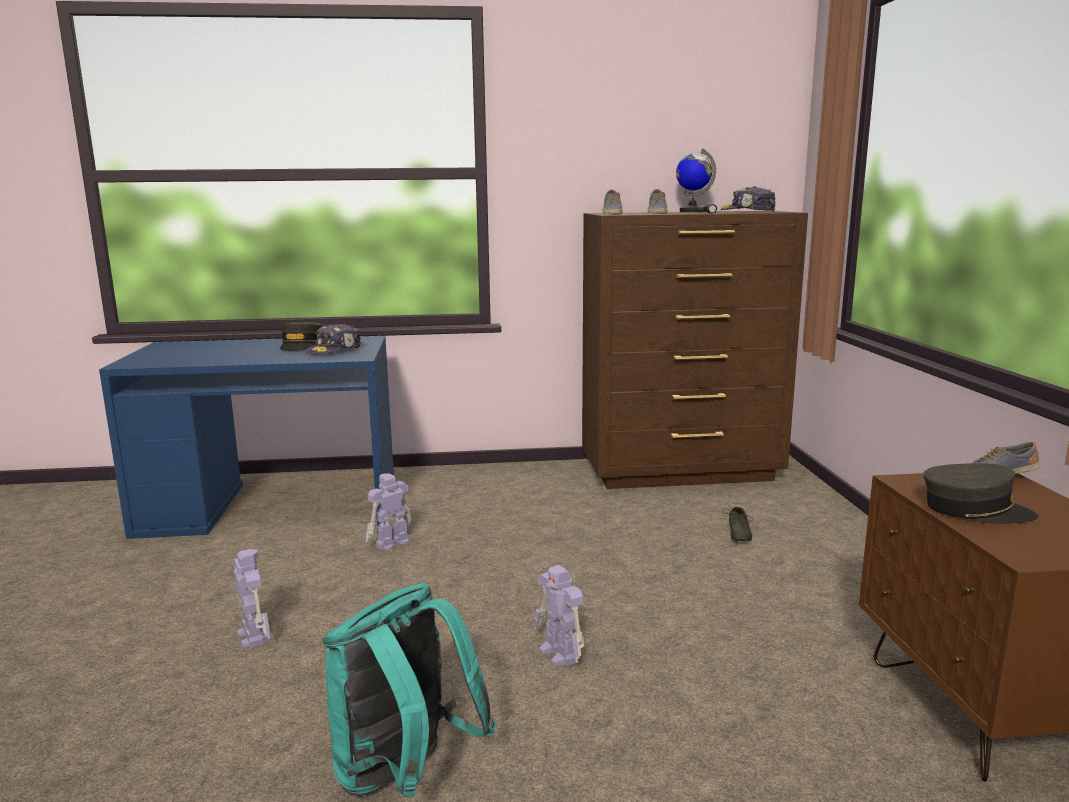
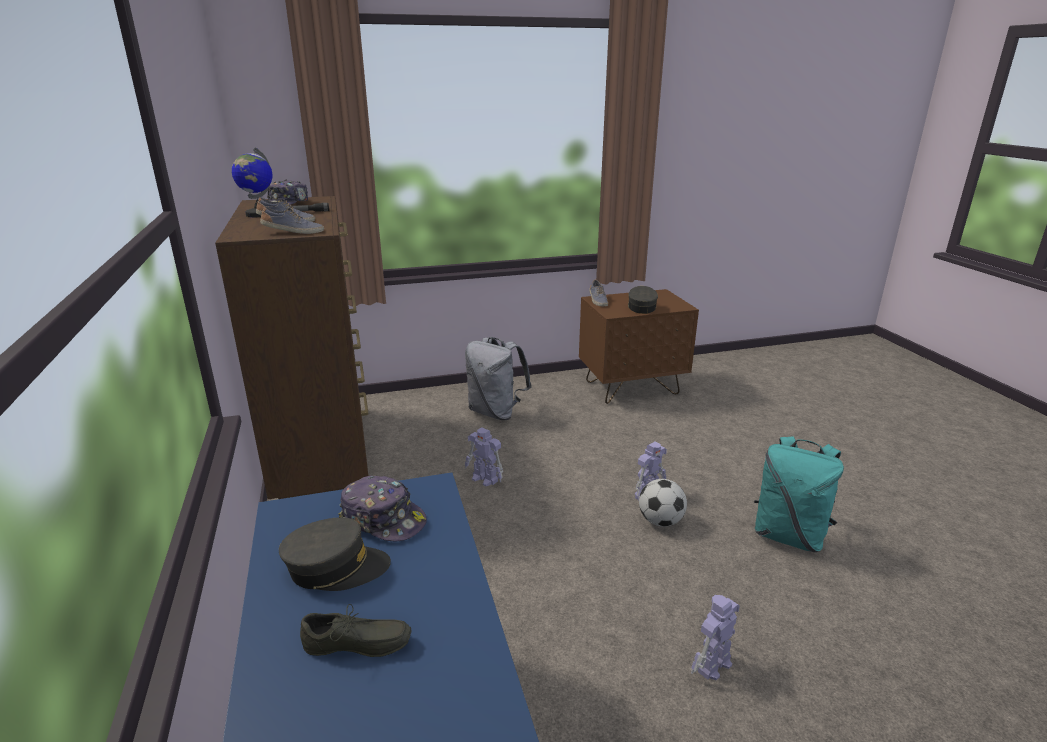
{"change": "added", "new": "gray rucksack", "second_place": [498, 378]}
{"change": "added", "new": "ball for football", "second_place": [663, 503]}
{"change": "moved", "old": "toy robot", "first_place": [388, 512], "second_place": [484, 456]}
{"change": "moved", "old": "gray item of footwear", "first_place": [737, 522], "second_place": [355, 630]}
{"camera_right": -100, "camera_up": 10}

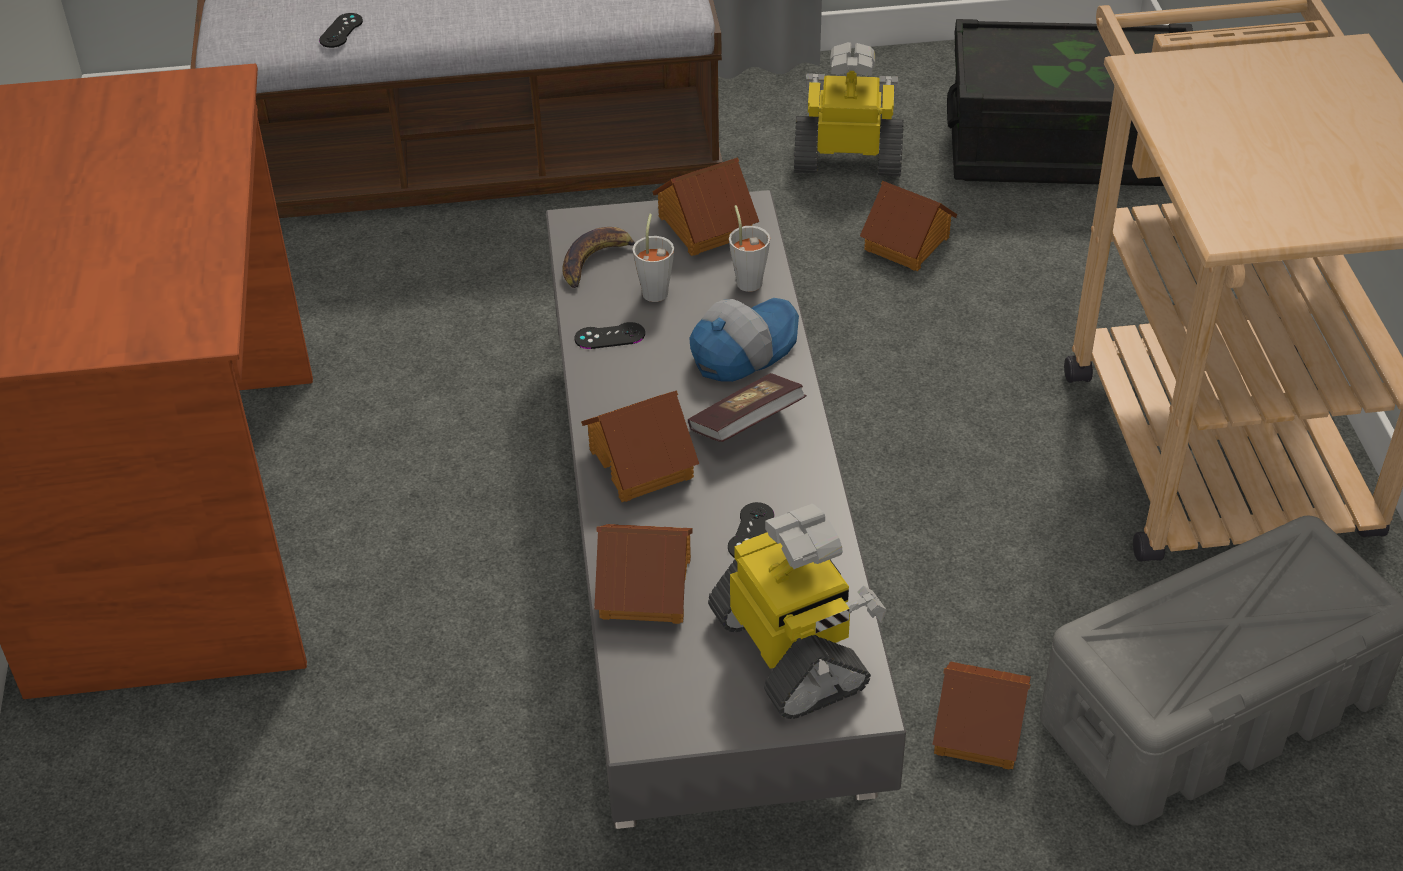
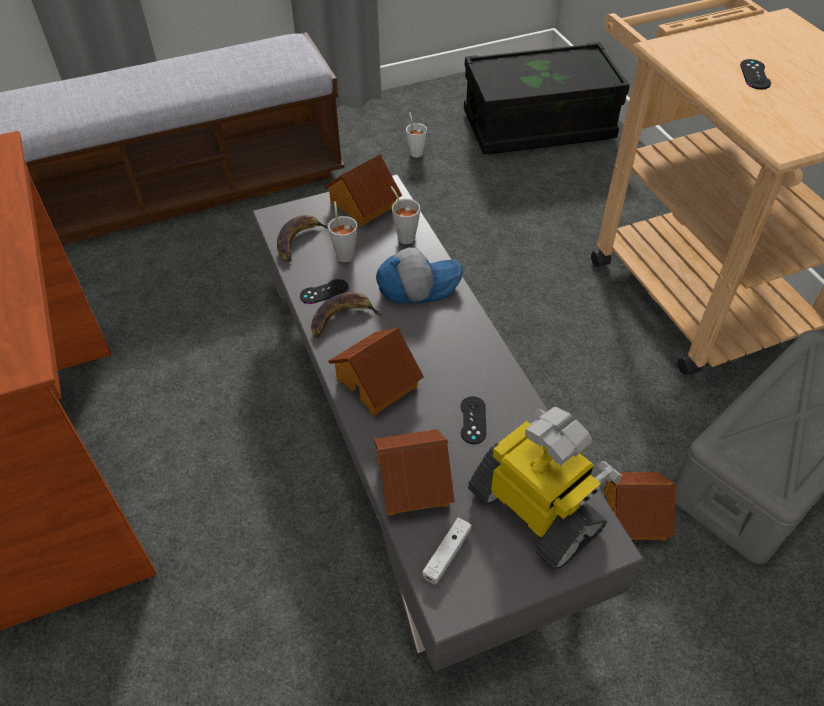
{"change": "removed", "old": "volume", "first_place": [747, 407]}
{"change": "removed", "old": "model house", "first_place": [908, 226]}
{"change": "added", "new": "banana fruit", "second_place": [346, 315]}
{"change": "added", "new": "white game controller", "second_place": [447, 551]}
{"change": "moved", "old": "black-coloured game controller", "first_place": [341, 30], "second_place": [755, 74]}
{"change": "replaced", "old": "toy robot", "new": "white drinking cup", "first_place": [849, 109], "second_place": [416, 135]}
{"change": "turned", "old": "cap", "first_place": [744, 340], "second_place": [419, 275], "degrees": 45}
{"camera_right": -15, "camera_up": 5}

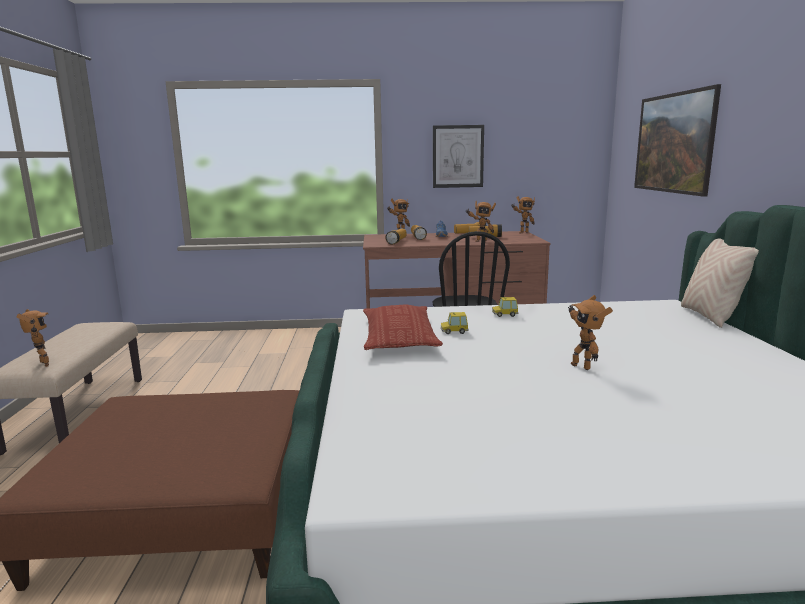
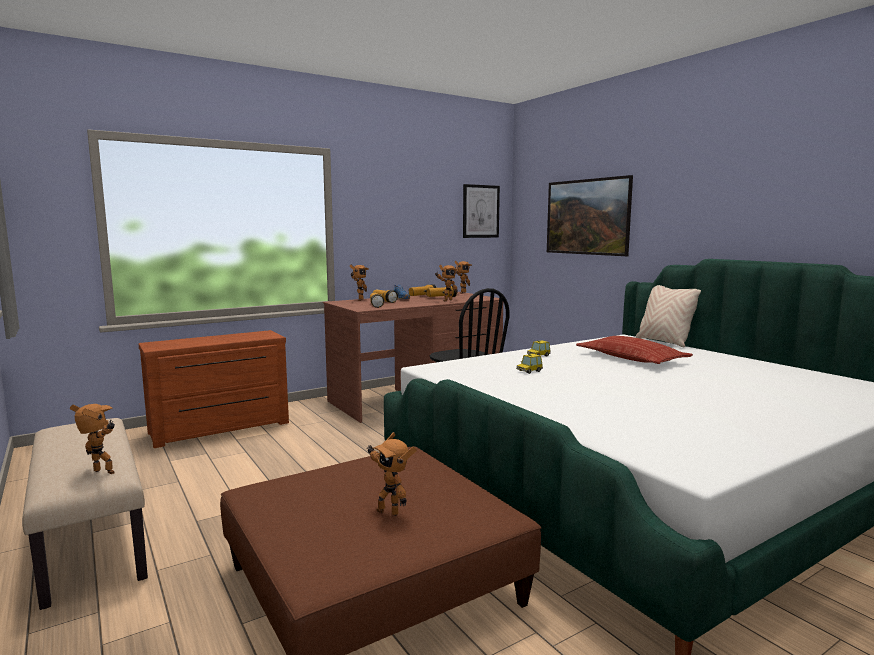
{"change": "added", "new": "brown drawer chest", "second_place": [214, 389]}
{"change": "moved", "old": "pillow", "first_place": [403, 327], "second_place": [634, 350]}
{"change": "moved", "old": "wall art", "first_place": [458, 156], "second_place": [481, 211]}
{"change": "moved", "old": "toy robot", "first_place": [590, 332], "second_place": [392, 474]}
{"camera_right": -30, "camera_up": -5}

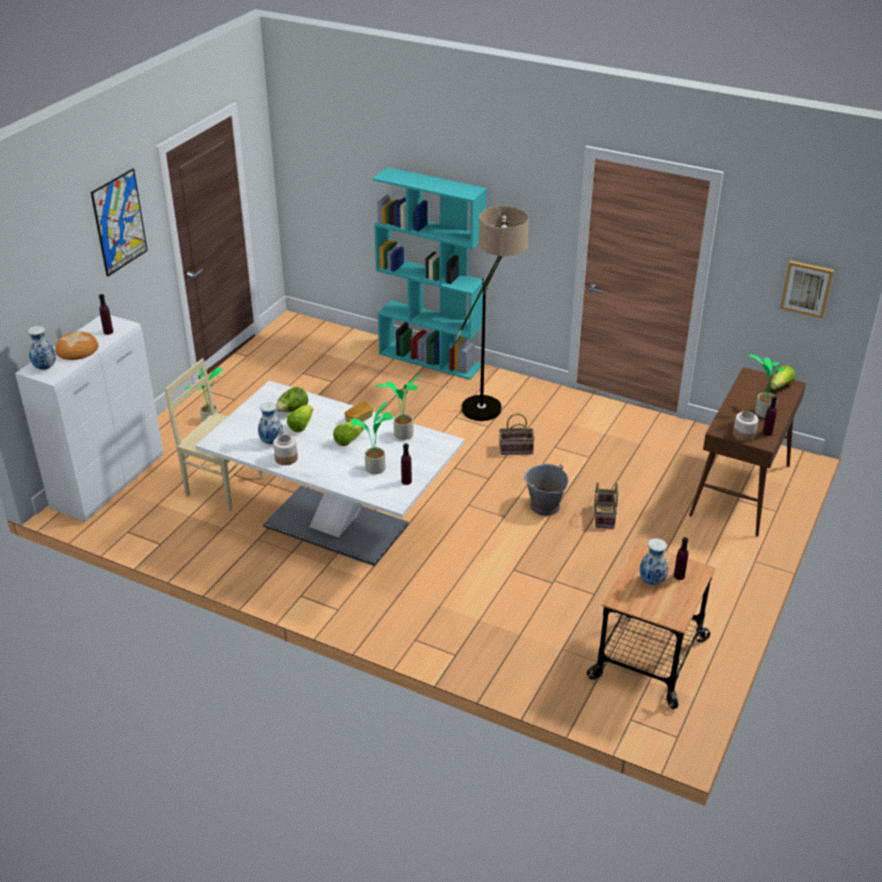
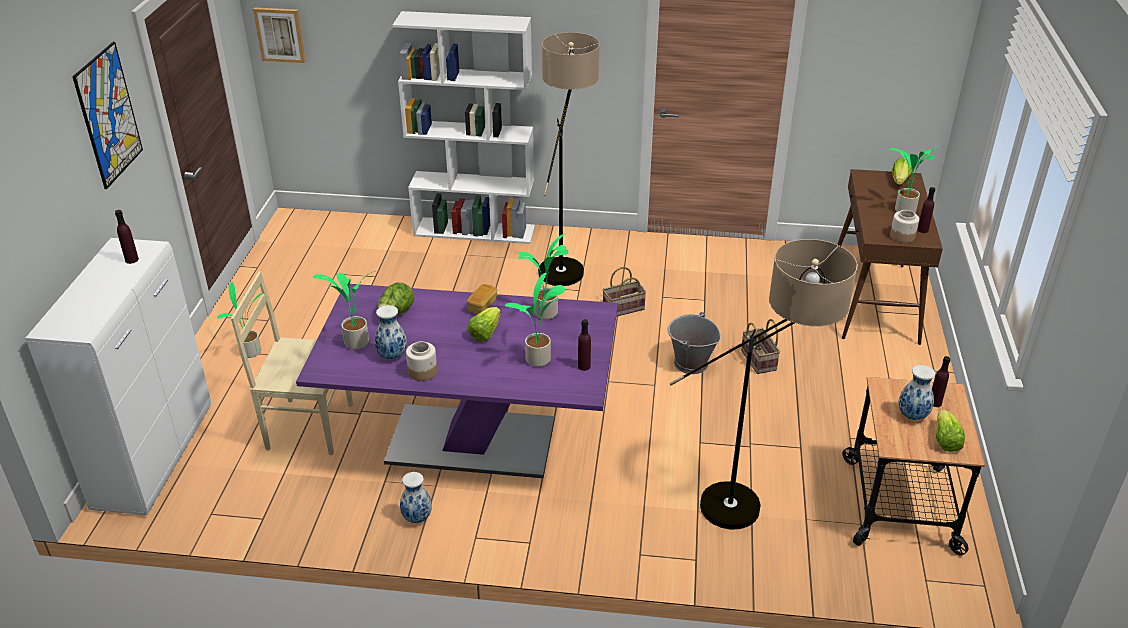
{"change": "removed", "old": "baked bread", "first_place": [76, 345]}
{"change": "added", "new": "potted plant", "second_place": [345, 309]}
{"change": "added", "new": "floor lamp", "second_place": [763, 384]}
{"change": "moved", "old": "vase", "first_place": [42, 348], "second_place": [416, 497]}
{"change": "moved", "old": "head of lettuce", "first_place": [300, 418], "second_place": [950, 431]}
{"change": "moved", "old": "wall art", "first_place": [807, 289], "second_place": [279, 35]}
{"change": "recoloured", "old": "white kitchen table", "new": "purple-coloured kitchen table", "first_place": [330, 473], "second_place": [457, 381]}
{"change": "recoloured", "old": "blue-green bookcase", "new": "white bookcase", "first_place": [430, 273], "second_place": [464, 127]}
{"camera_right": -20, "camera_up": 0}

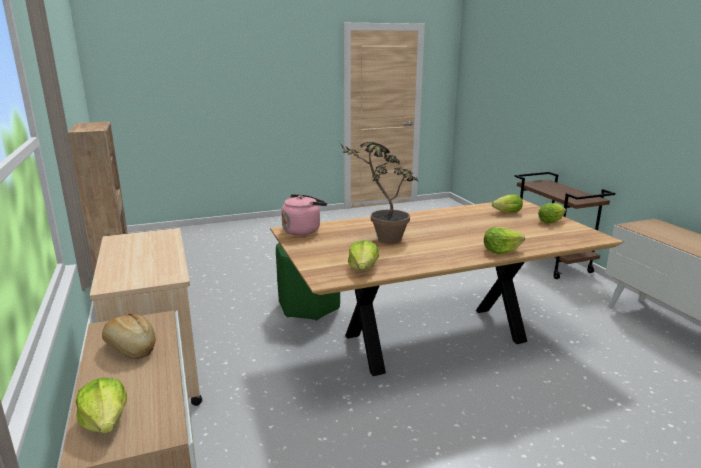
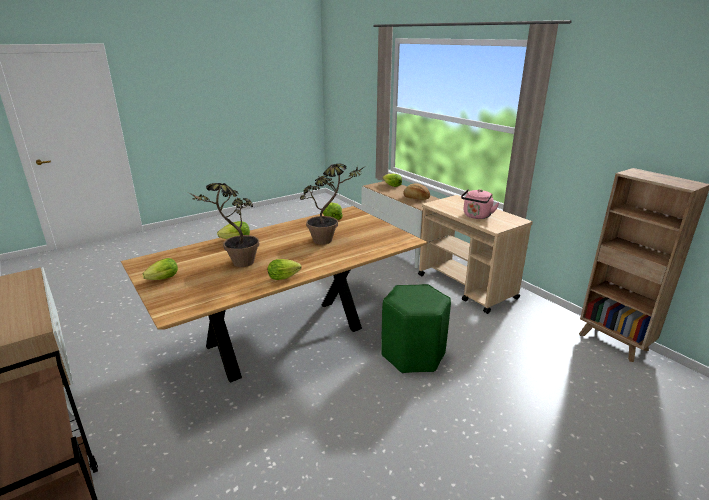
{"change": "added", "new": "potted plant", "second_place": [222, 225]}
{"change": "moved", "old": "pink tea kettle", "first_place": [304, 214], "second_place": [480, 204]}
{"change": "moved", "old": "head of lettuce", "first_place": [507, 203], "second_place": [284, 269]}
{"camera_right": 165, "camera_up": 5}

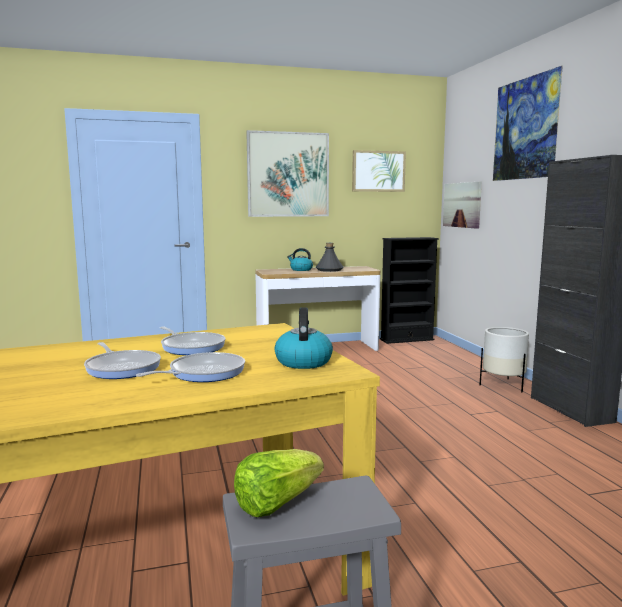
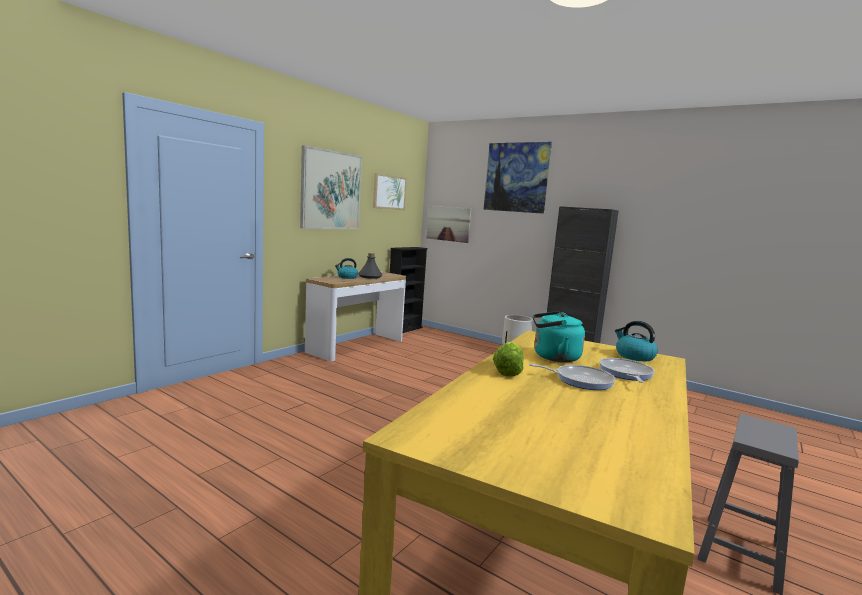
{"change": "moved", "old": "head of lettuce", "first_place": [279, 483], "second_place": [508, 359]}
{"change": "replaced", "old": "pan", "new": "blue-green tea kettle", "first_place": [193, 341], "second_place": [559, 336]}
{"camera_right": -40, "camera_up": 0}

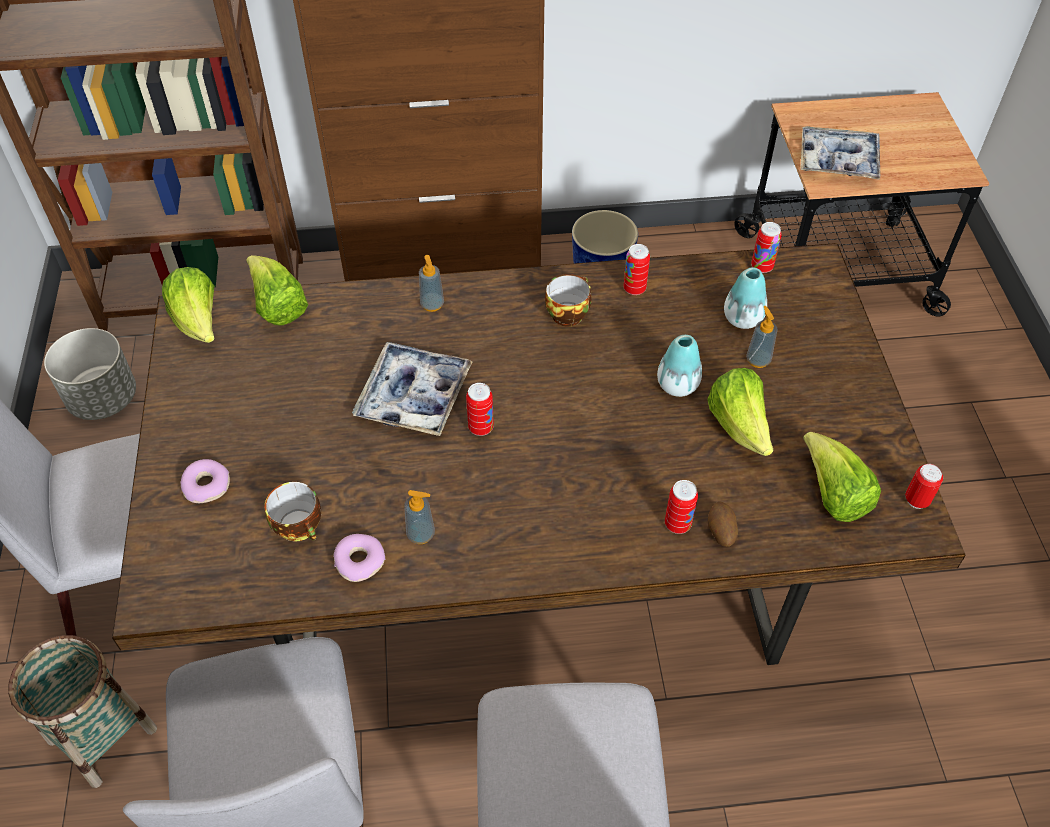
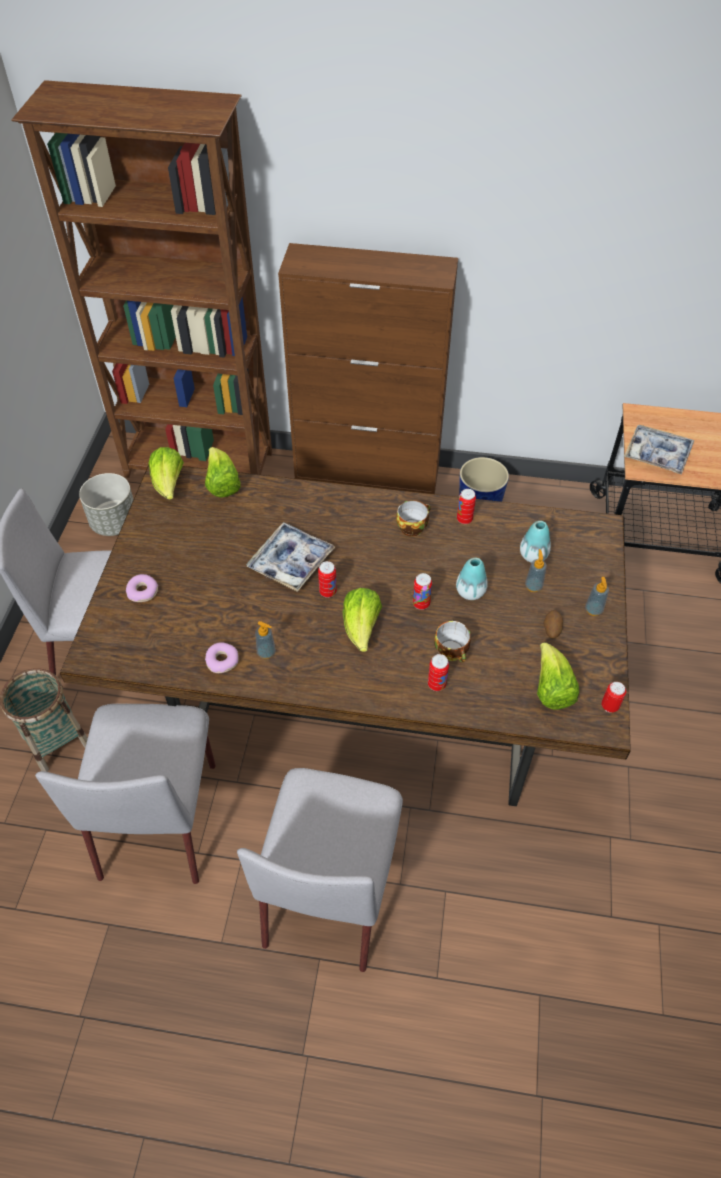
{"change": "moved", "old": "drinking cup", "first_place": [293, 512], "second_place": [452, 642]}
{"change": "moved", "old": "liquid soap bottle", "first_place": [431, 283], "second_place": [597, 596]}
{"change": "moved", "old": "head of lettuce", "first_place": [740, 412], "second_place": [362, 620]}
{"change": "moved", "old": "spud", "first_place": [723, 524], "second_place": [553, 624]}
{"change": "moved", "old": "metal can", "first_place": [766, 247], "second_place": [422, 591]}
{"camera_right": 15, "camera_up": 0}

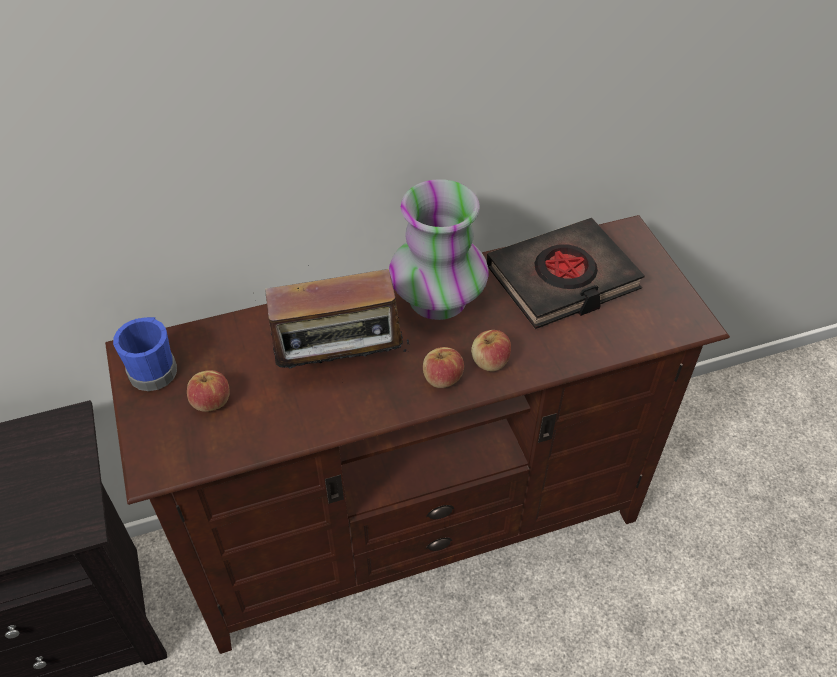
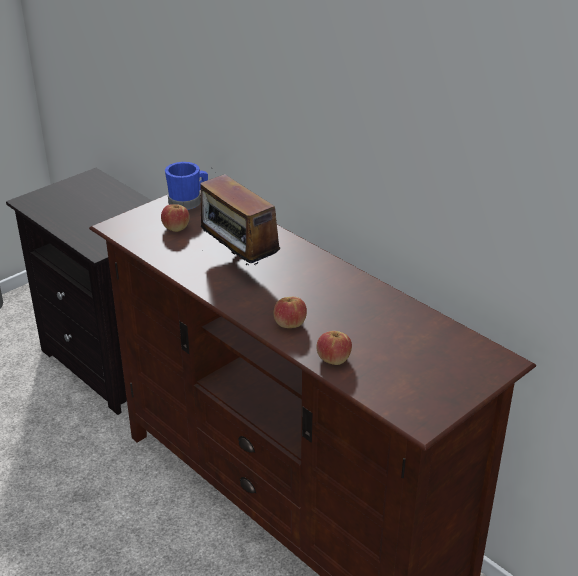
{"change": "removed", "old": "vase", "first_place": [439, 249]}
{"change": "removed", "old": "black-coloured volume", "first_place": [566, 273]}
{"change": "moved", "old": "apple", "first_place": [443, 367], "second_place": [334, 348]}
{"camera_right": 65, "camera_up": -15}

